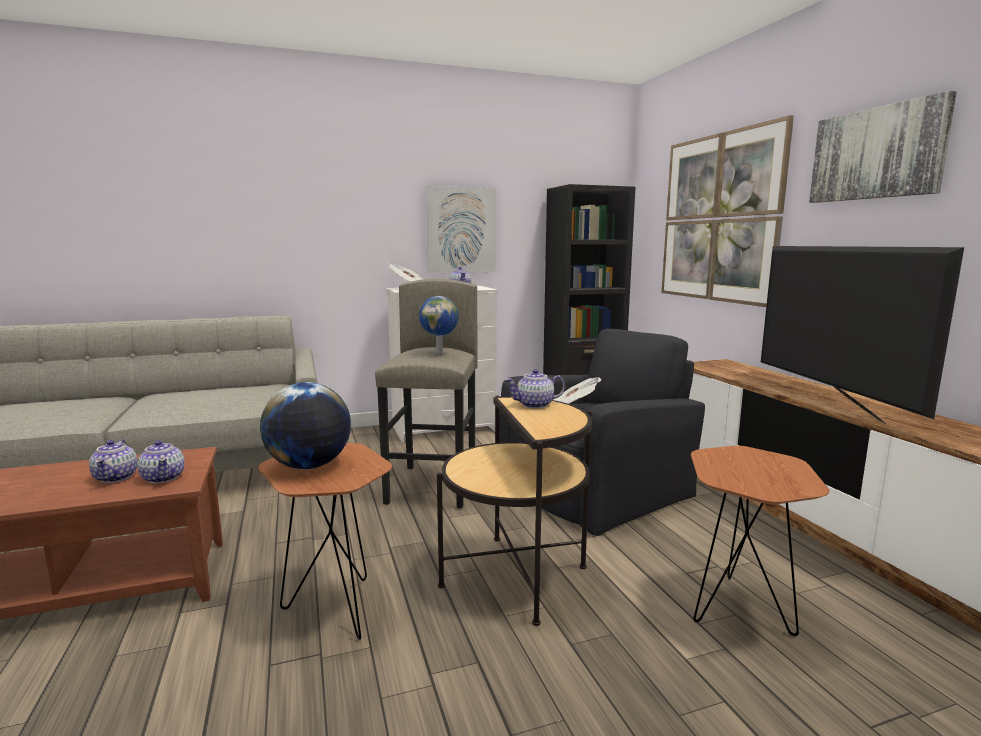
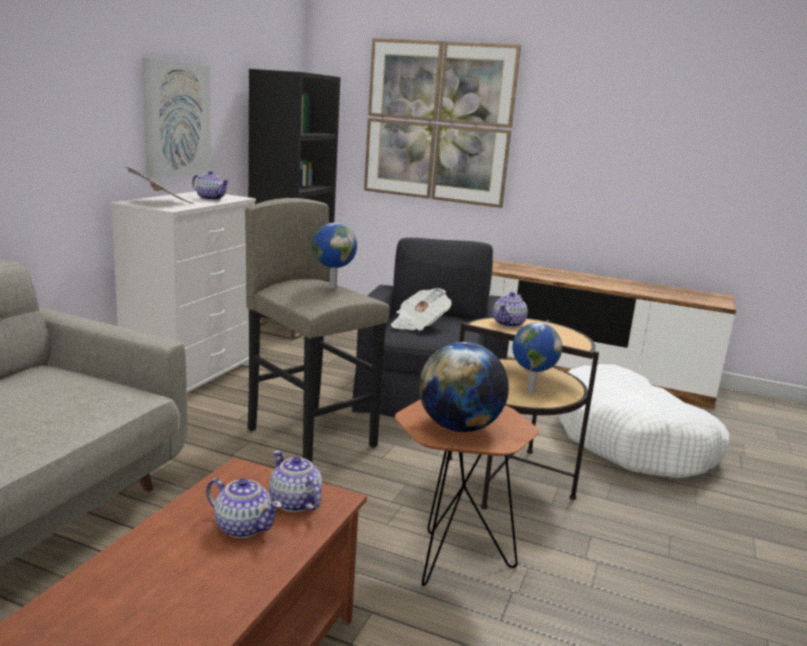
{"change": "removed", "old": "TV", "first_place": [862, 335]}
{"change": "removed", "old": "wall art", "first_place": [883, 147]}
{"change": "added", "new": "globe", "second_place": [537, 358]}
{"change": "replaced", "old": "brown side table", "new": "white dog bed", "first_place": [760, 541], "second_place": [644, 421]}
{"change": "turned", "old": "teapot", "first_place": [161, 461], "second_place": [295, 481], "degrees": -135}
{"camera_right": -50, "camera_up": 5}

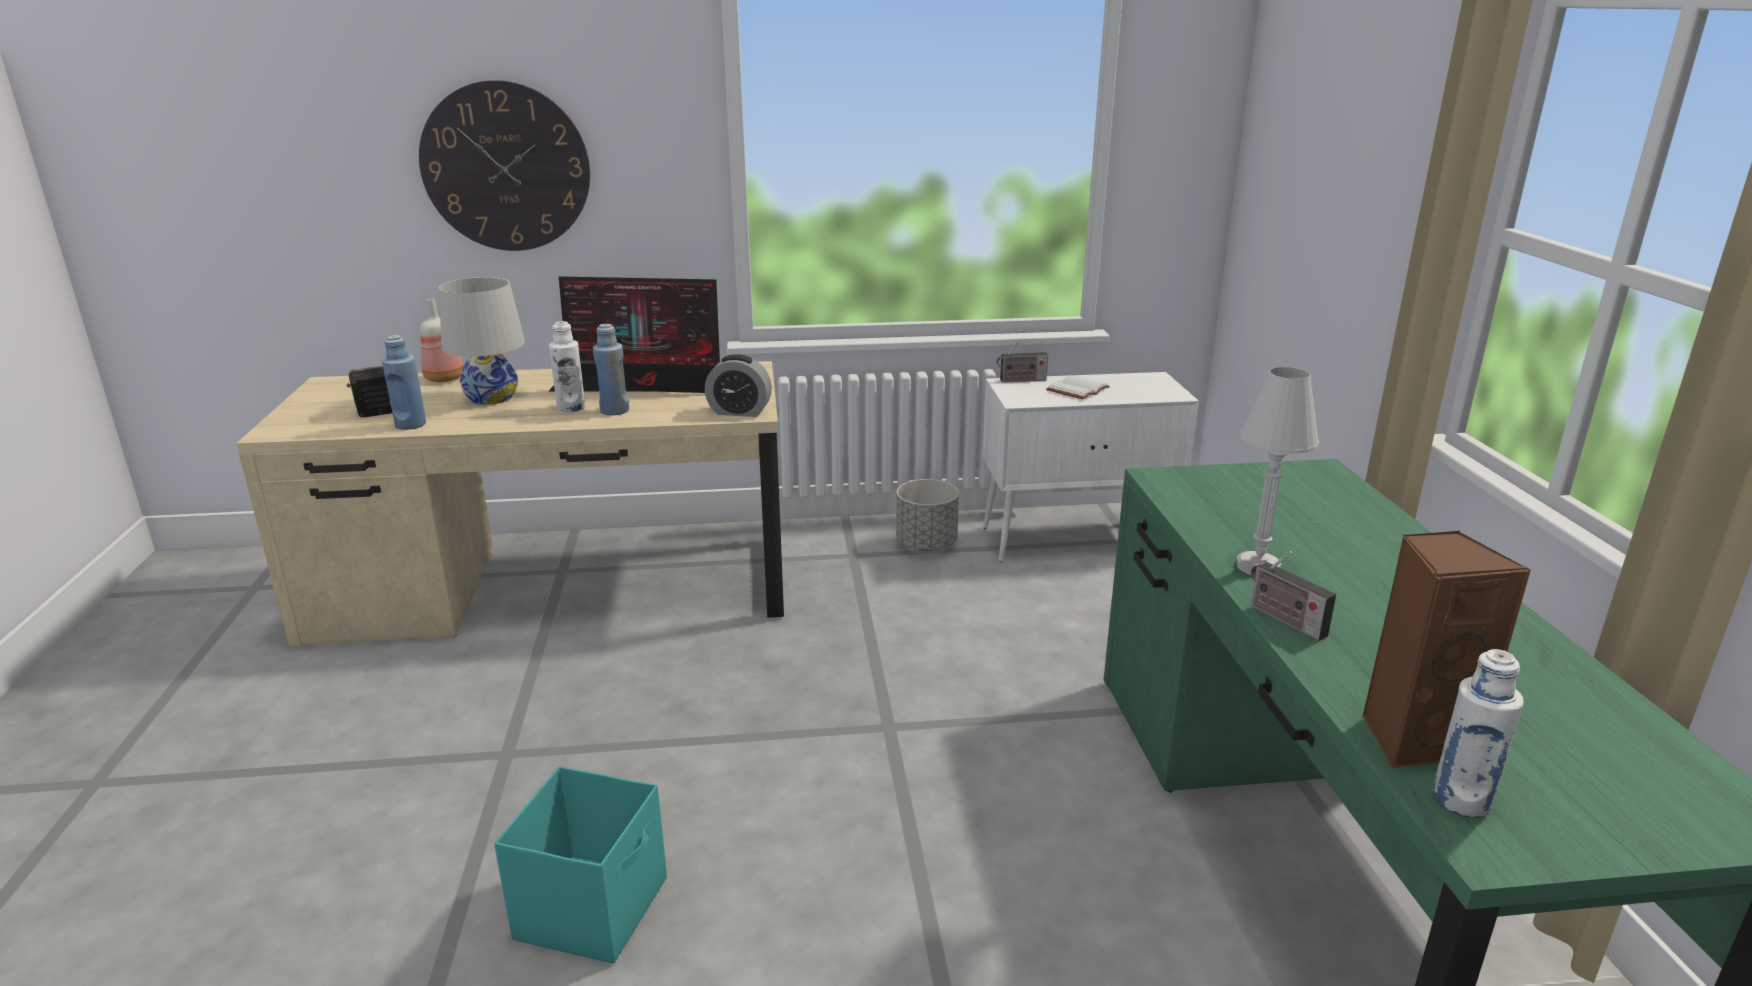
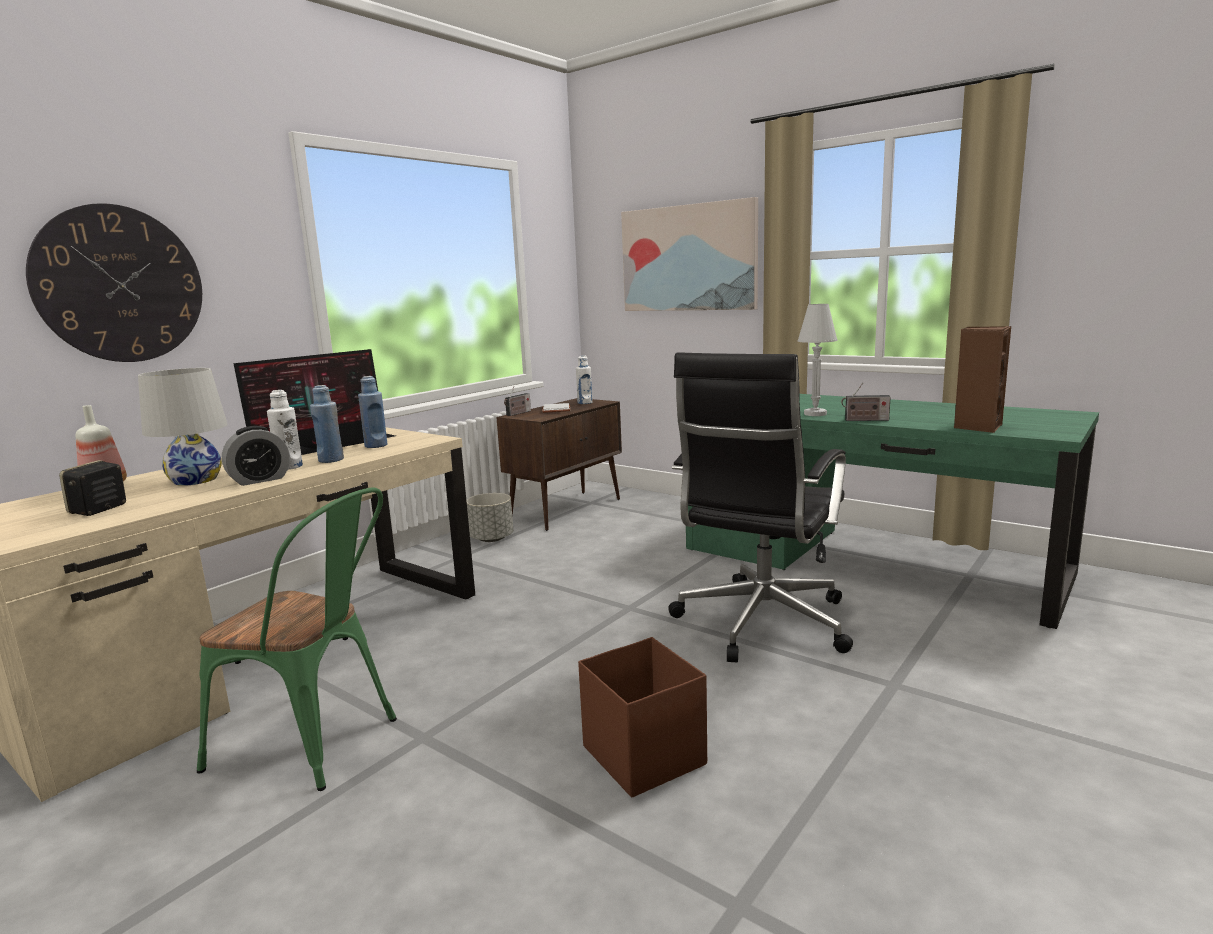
{"change": "added", "new": "green upright chair", "second_place": [297, 639]}
{"change": "added", "new": "wall art", "second_place": [689, 254]}
{"change": "added", "new": "black-coloured desk chair", "second_place": [760, 508]}
{"change": "moved", "old": "bluish drink bottle", "first_place": [404, 382], "second_place": [372, 412]}
{"change": "moved", "old": "bedside clock", "first_place": [738, 385], "second_place": [256, 456]}
{"change": "moved", "old": "white drink bottle", "first_place": [1478, 733], "second_place": [584, 379]}
{"change": "recoloured", "old": "blue-green storage bin", "new": "brown storage bin", "first_place": [580, 865], "second_place": [642, 717]}
{"change": "recoloured", "old": "white cabinet", "new": "brown cabinet", "first_place": [1090, 467], "second_place": [559, 464]}
{"camera_right": -45, "camera_up": -10}

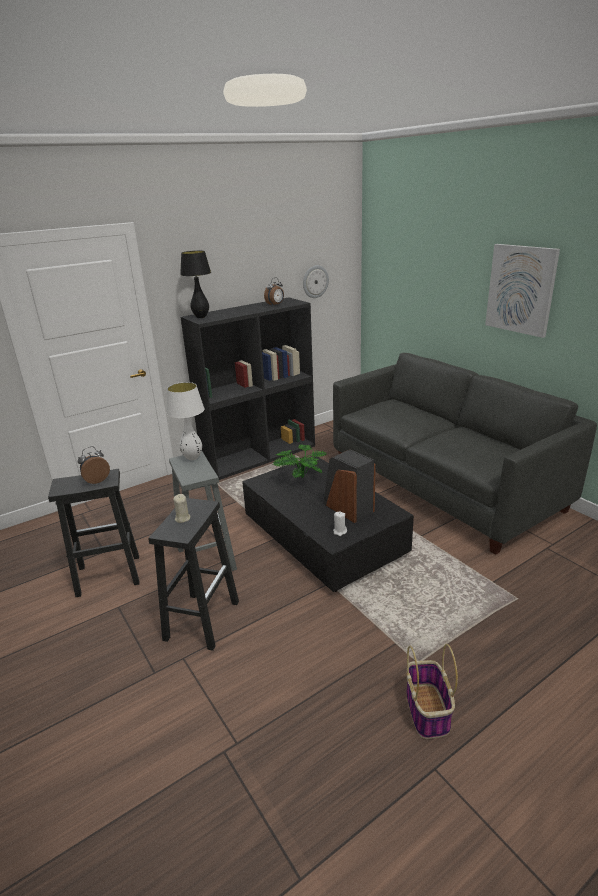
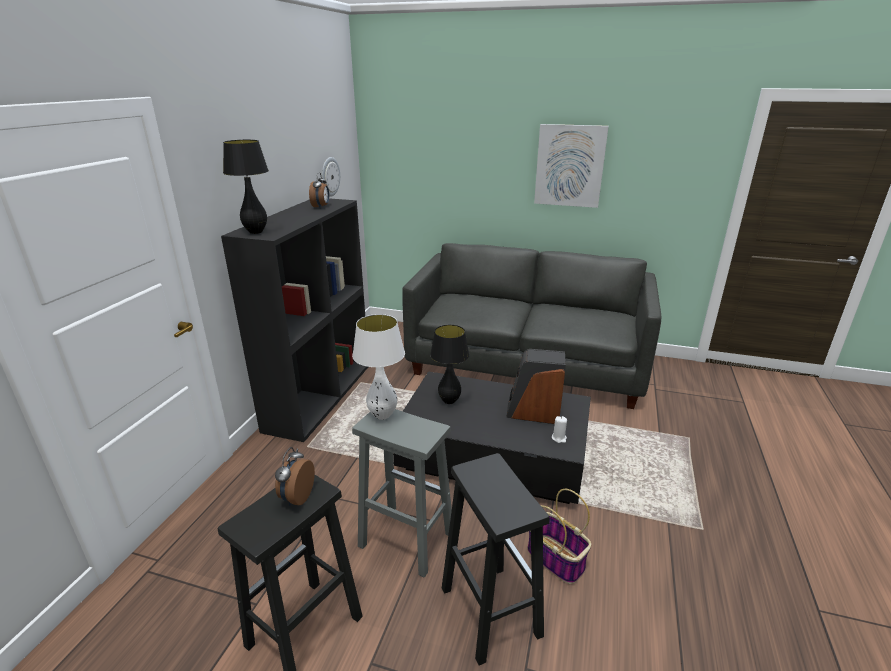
{"change": "removed", "old": "sand-coloured wax light", "first_place": [181, 508]}
{"change": "moved", "old": "storage basket", "first_place": [432, 691], "second_place": [559, 536]}
{"change": "replaced", "old": "potted plant", "new": "black-coloured lamp for a table", "first_place": [300, 461], "second_place": [449, 364]}
{"camera_right": -40, "camera_up": 0}

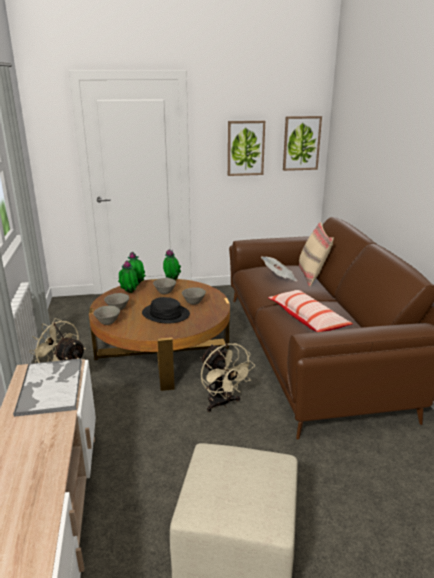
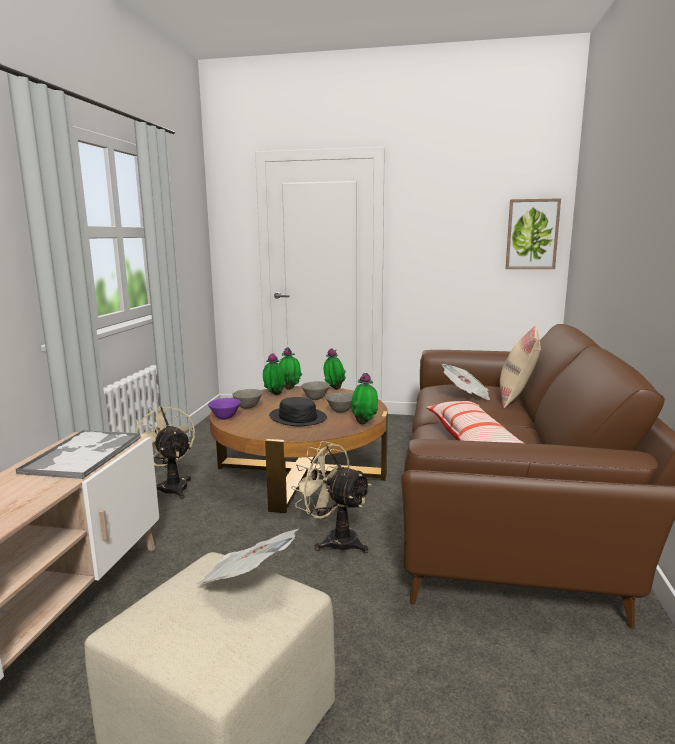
{"change": "removed", "old": "wall art", "first_place": [246, 148]}
{"change": "added", "new": "daily paper", "second_place": [248, 556]}
{"change": "added", "new": "potted plant", "second_place": [364, 399]}
{"change": "recoloured", "old": "gray bowl", "new": "purple-coloured bowl", "first_place": [106, 315], "second_place": [224, 409]}
{"change": "turned", "old": "sand-coloured cooling fan", "first_place": [228, 377], "second_place": [331, 497], "degrees": 135}
{"camera_right": 20, "camera_up": -10}

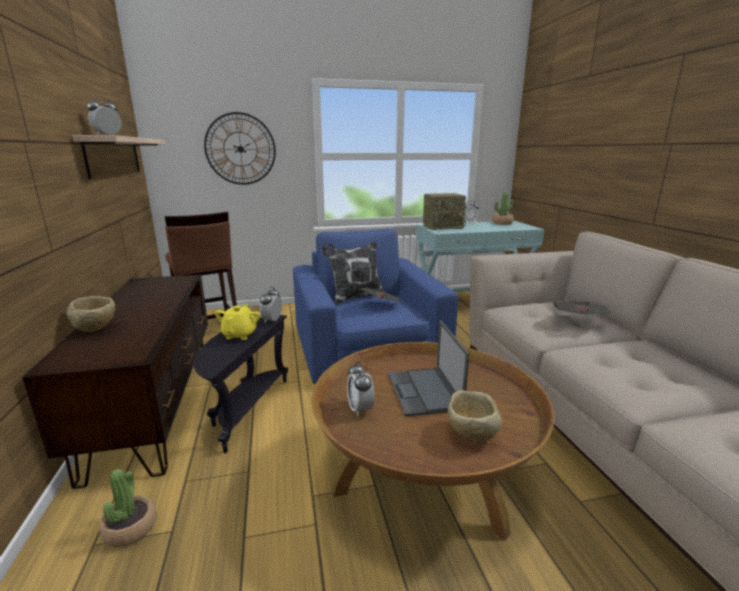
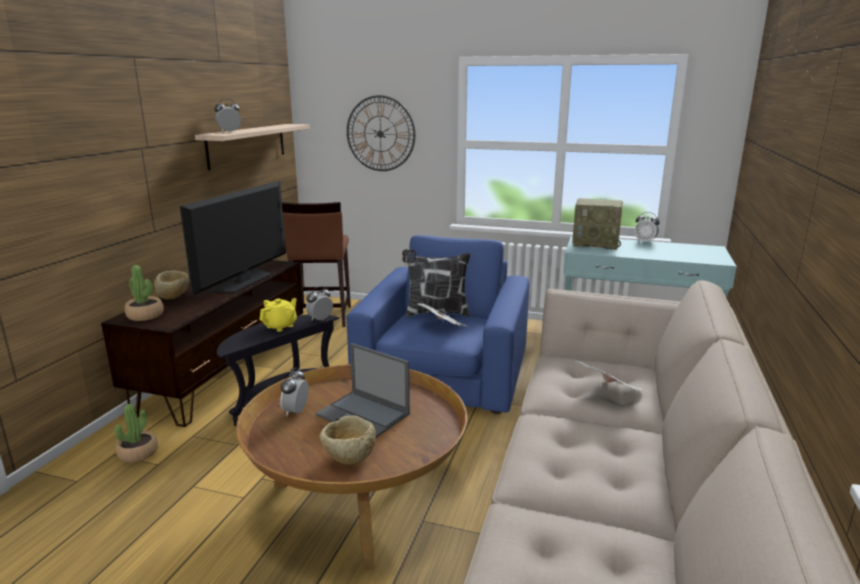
{"change": "added", "new": "TV", "second_place": [233, 238]}
{"change": "moved", "old": "potted plant", "first_place": [503, 208], "second_place": [144, 293]}
{"change": "turned", "old": "notebook computer", "first_place": [429, 369], "second_place": [363, 390], "degrees": -75}
{"camera_right": 30, "camera_up": 0}

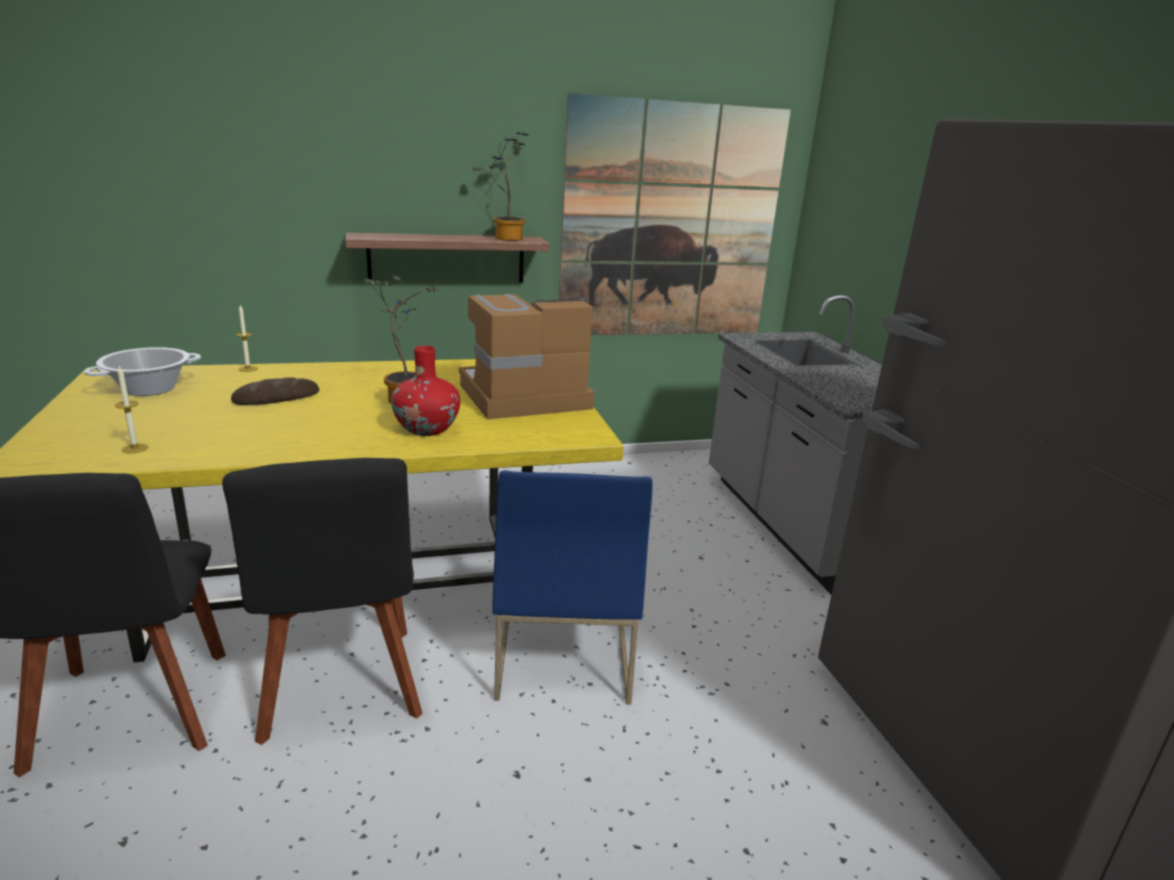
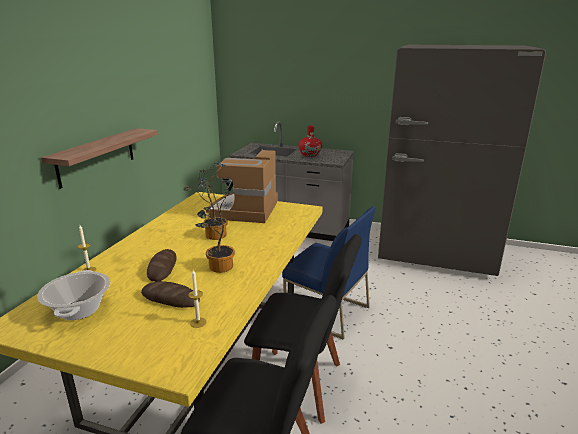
{"change": "removed", "old": "wall art", "first_place": [675, 214]}
{"change": "added", "new": "baked bread", "second_place": [170, 294]}
{"change": "moved", "old": "reddish vase", "first_place": [425, 391], "second_place": [310, 141]}
{"change": "moved", "old": "potted plant", "first_place": [500, 186], "second_place": [215, 227]}
{"camera_right": -55, "camera_up": 0}

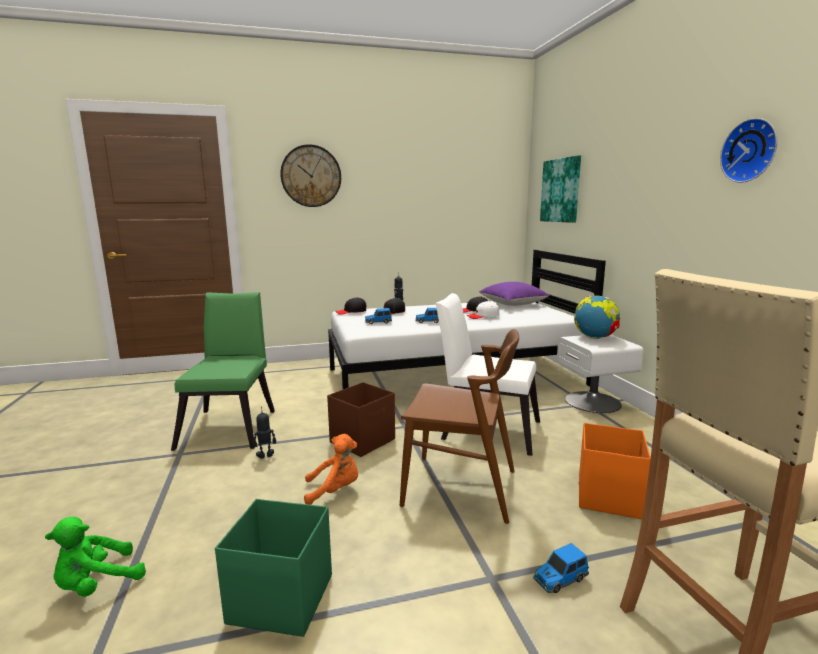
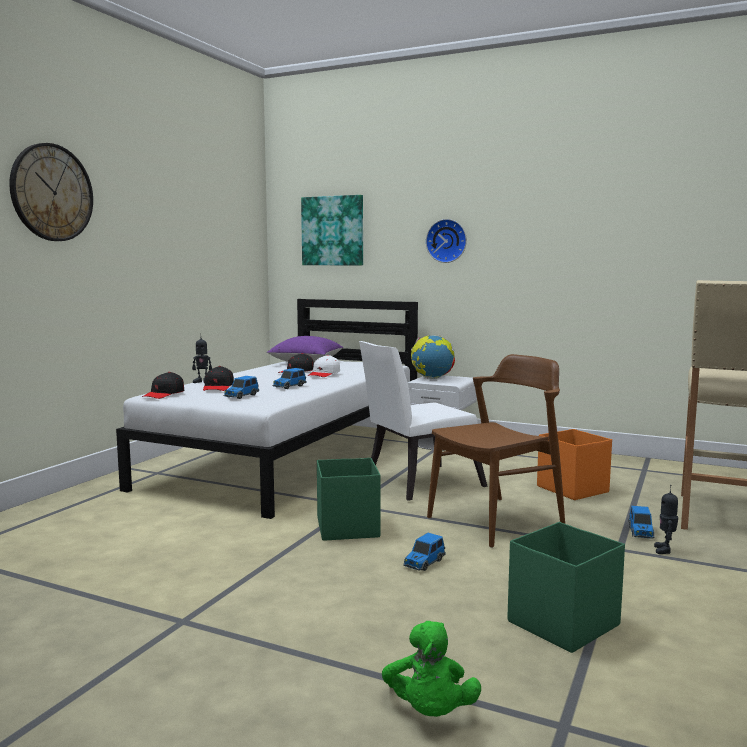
{"change": "removed", "old": "green upright chair", "first_place": [223, 371]}
{"change": "moved", "old": "toy robot", "first_place": [264, 433], "second_place": [666, 519]}
{"change": "moved", "old": "hanging clock", "first_place": [748, 150], "second_place": [446, 241]}
{"change": "replaced", "old": "orangey cuddly toy", "new": "toy car", "first_place": [331, 469], "second_place": [424, 552]}
{"change": "recoloured", "old": "brown storage bin", "new": "green storage bin", "first_place": [361, 419], "second_place": [349, 499]}
{"camera_right": -50, "camera_up": -5}

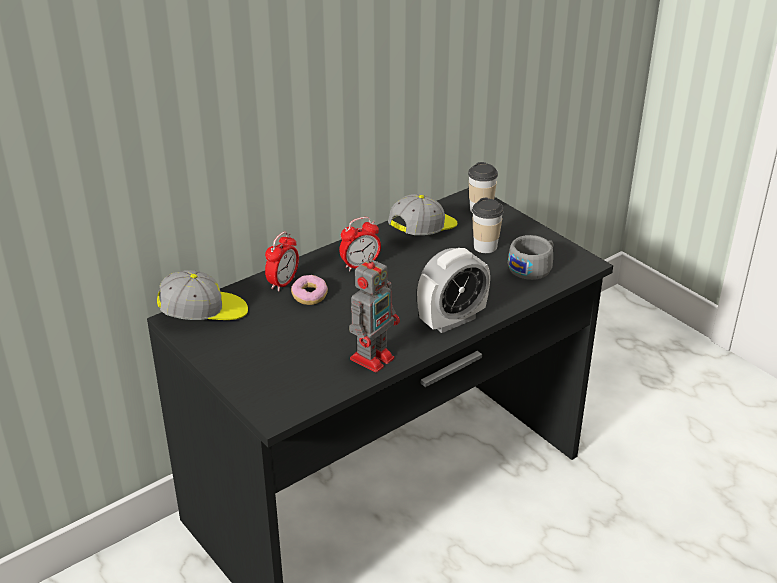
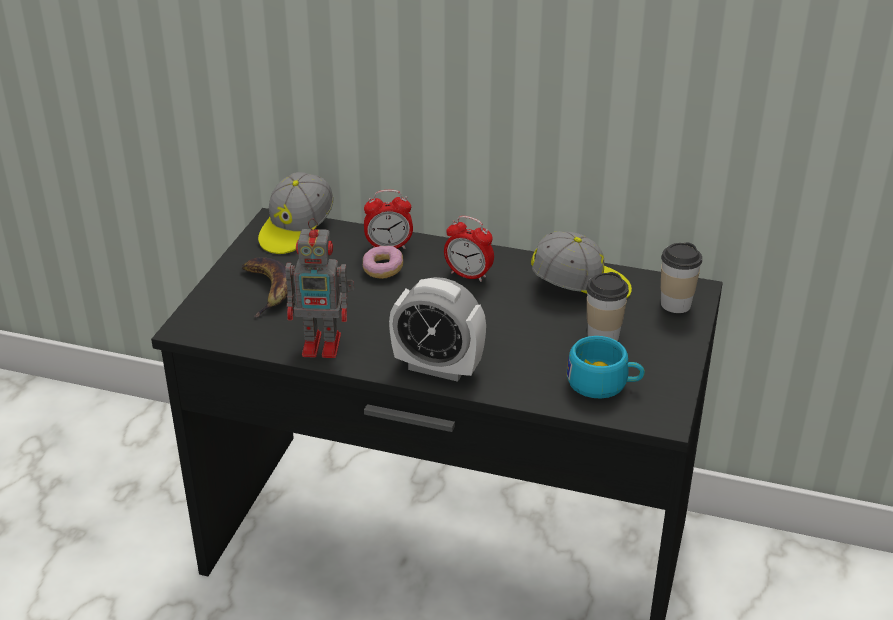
{"change": "added", "new": "banana fruit", "second_place": [264, 287]}
{"change": "recoloured", "old": "gray drinking cup", "new": "blue-green drinking cup", "first_place": [530, 257], "second_place": [606, 367]}
{"change": "turned", "old": "cap", "first_place": [202, 295], "second_place": [296, 213], "degrees": 75}
{"camera_right": 55, "camera_up": 0}

